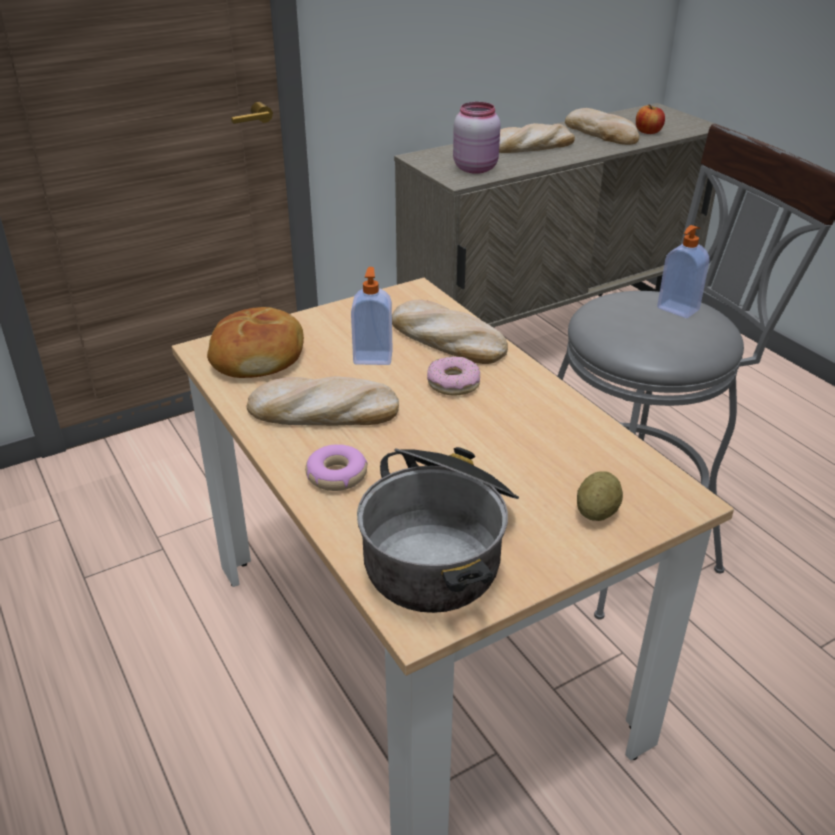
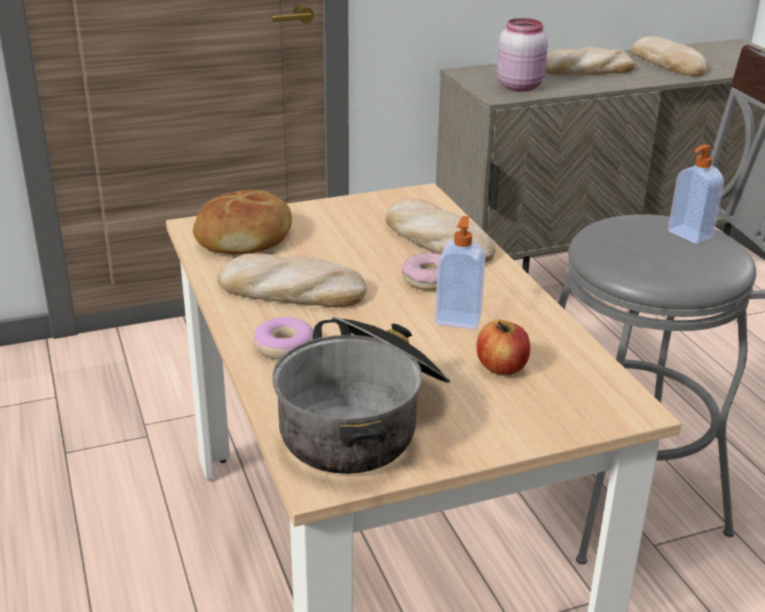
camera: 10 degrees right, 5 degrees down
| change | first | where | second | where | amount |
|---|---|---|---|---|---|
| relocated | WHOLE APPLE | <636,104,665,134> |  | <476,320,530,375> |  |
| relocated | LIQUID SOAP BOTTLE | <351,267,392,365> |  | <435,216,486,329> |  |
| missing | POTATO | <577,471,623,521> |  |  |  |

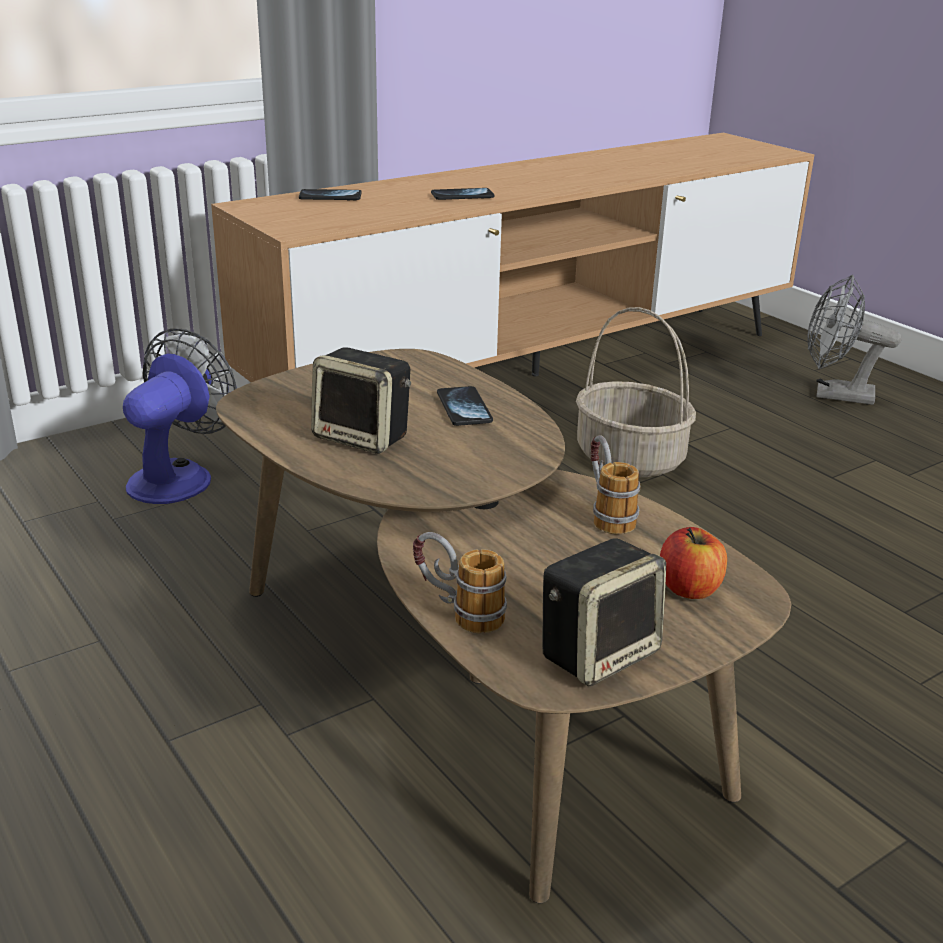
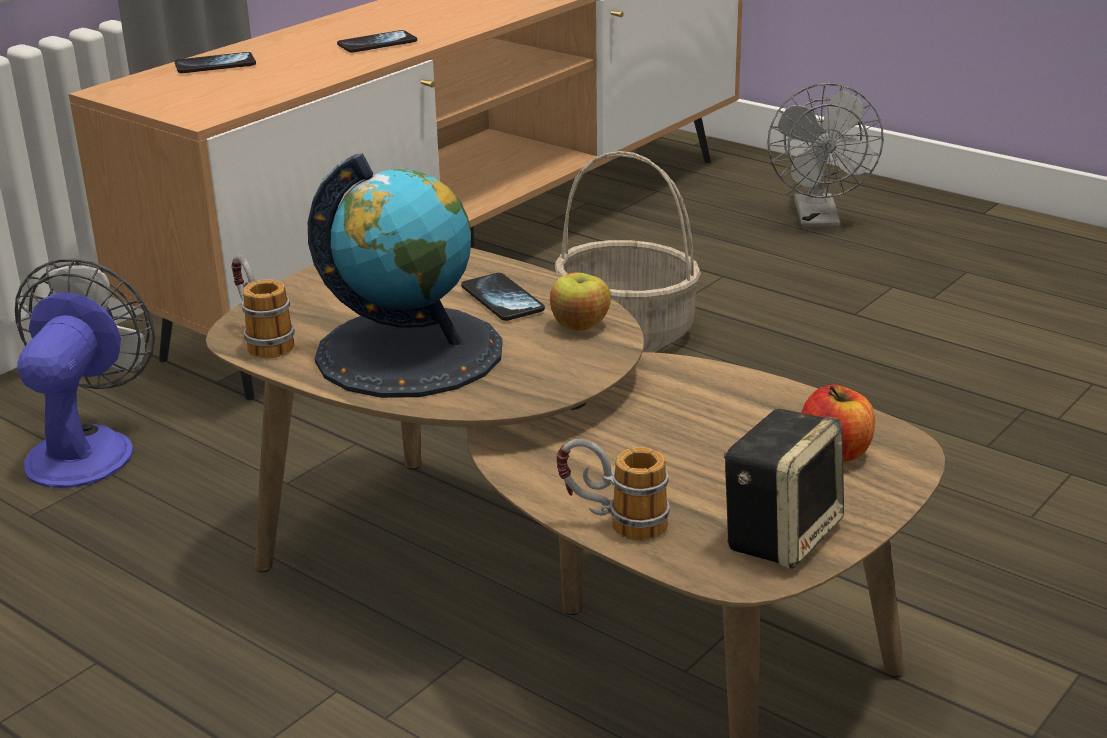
camera: 15 degrees left, 0 degrees up
| change | first | where | second | where | amount |
|---|---|---|---|---|---|
| spun | GRAY COOLING FAN | <807,275,901,405> |  | <767,83,884,227> | 90 degrees counterclockwise |
| exchanged | AUDIO SPEAKER | <311,347,411,454> | WORLD GLOBE | <308,153,502,398> |  |
| relocated | COFFEE MUG | <590,435,641,534> |  | <231,255,295,359> |  |
| appeared |  |  | WHOLE APPLE | <550,272,611,331> |  |

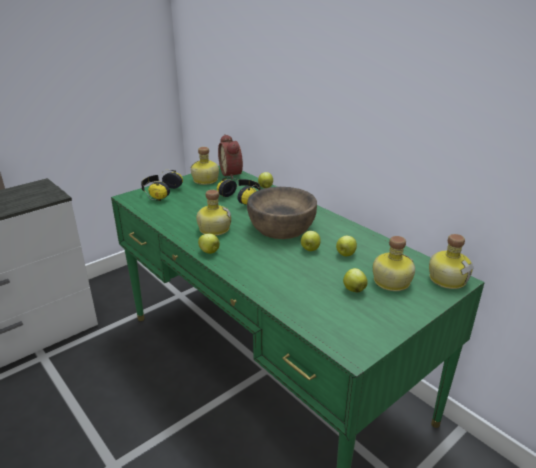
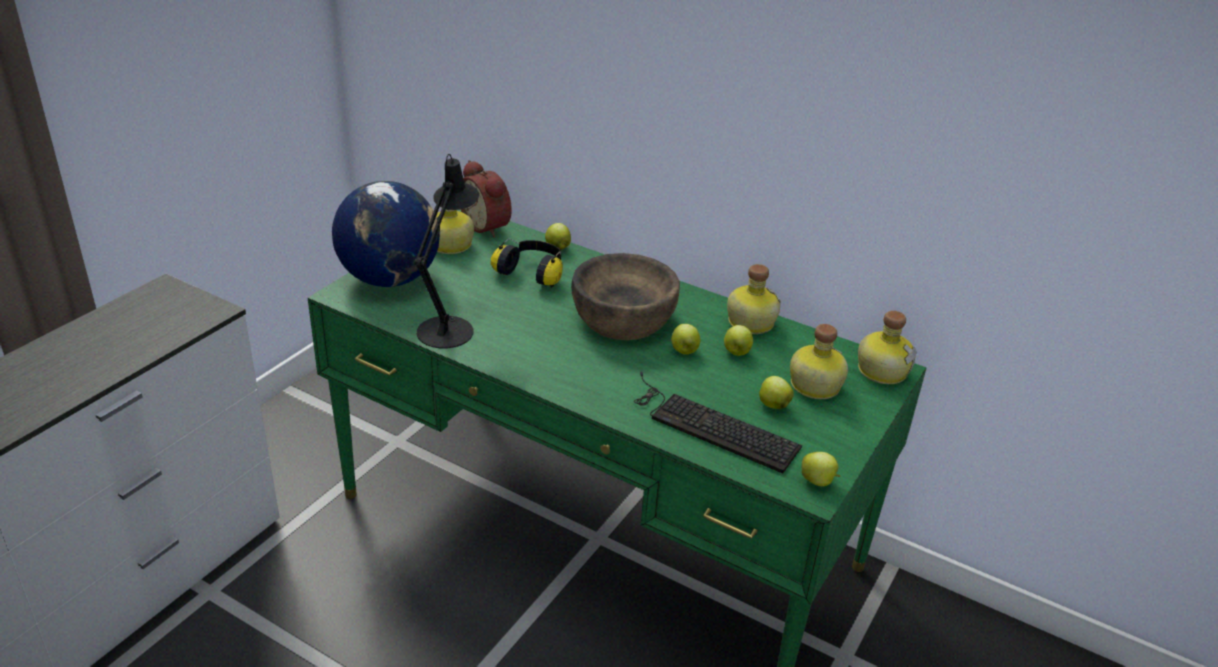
camera: 20 degrees left, 5 degrees up
| change | first | where | second | where | amount |
|---|---|---|---|---|---|
| exchanged | HEADPHONES | <141,169,183,201> | WORLD GLOBE | <332,181,440,287> |  |
| relocated | BEVERAGE BOTTLE | <196,190,231,236> |  | <727,264,781,334> |  |
| relocated | WHOLE APPLE | <198,233,220,254> |  | <801,452,840,486> |  |
| appeared |  |  | BLACK-COLOURED LAMP FOR A TABLE | <414,154,479,348> |  |
| appeared |  |  | COMPUTER KEYBOARD | <634,372,802,474> |  |

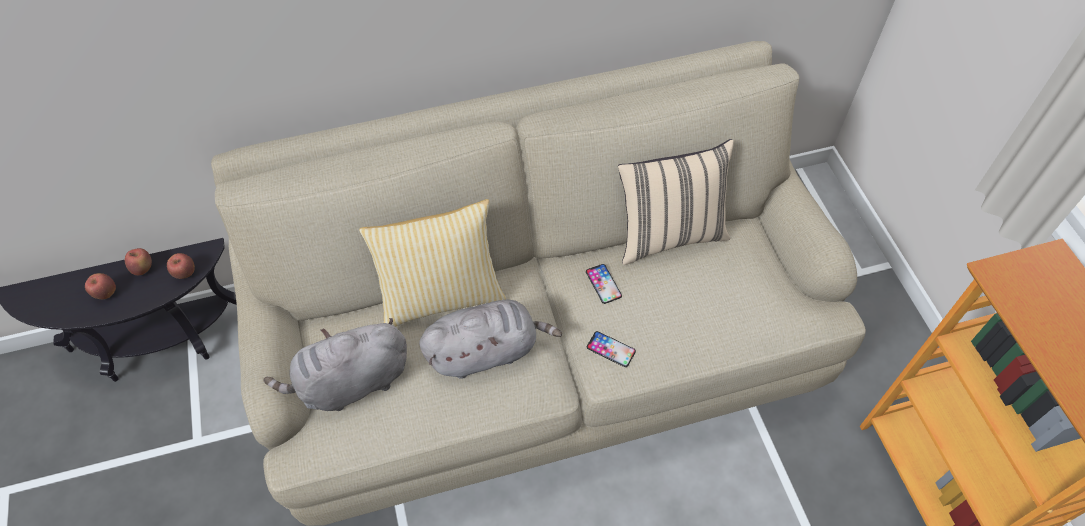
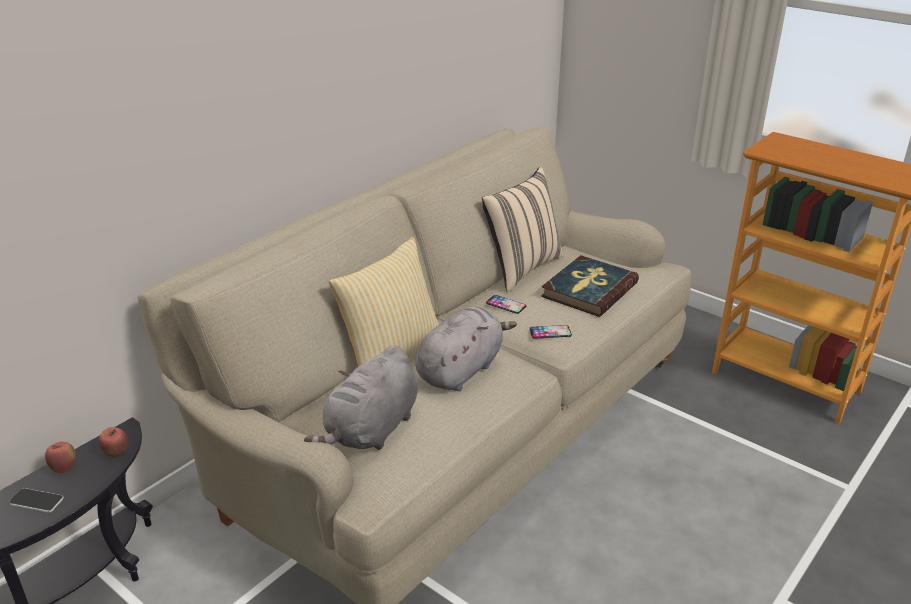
camera: 35 degrees left, 25 degrees down
| change | first | where | second | where | amount |
|---|---|---|---|---|---|
| exchanged | WHOLE APPLE | <85,273,116,299> | HANDSET | <9,488,64,513> |  |
| appeared |  |  | BOUND BOOK | <541,255,639,317> |  |

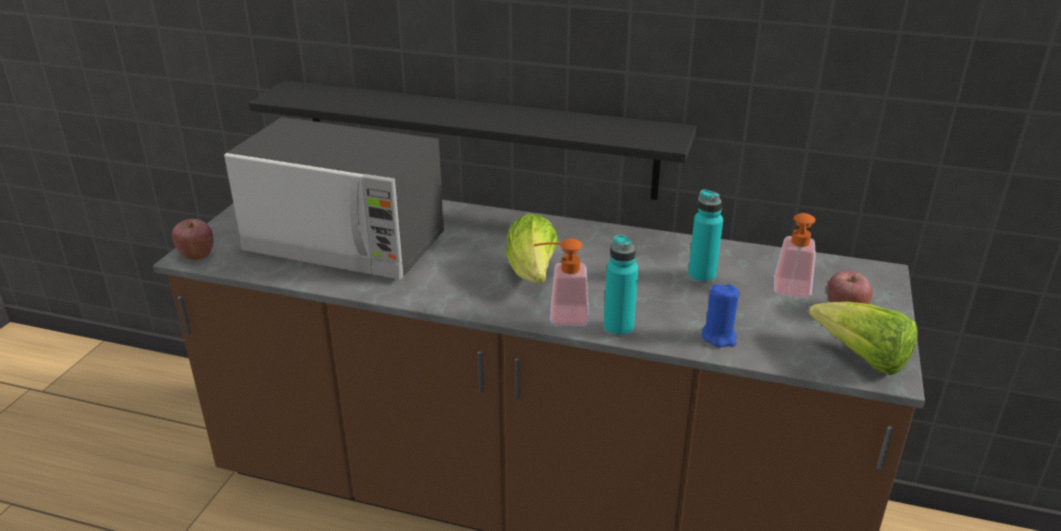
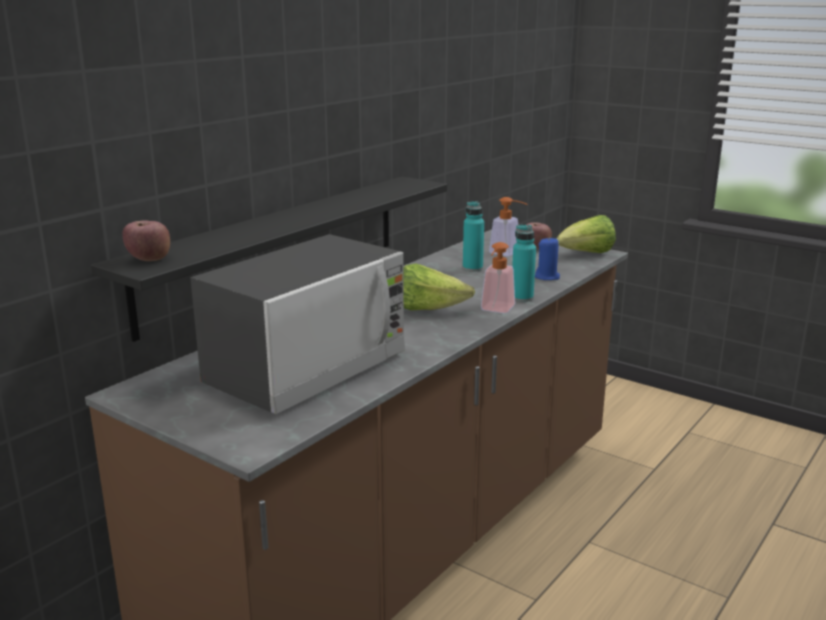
camera: 70 degrees left, 10 degrees down
| change | first | where | second | where | amount |
|---|---|---|---|---|---|
| relocated | WHOLE APPLE | <172,219,214,260> |  | <122,220,170,261> |  |

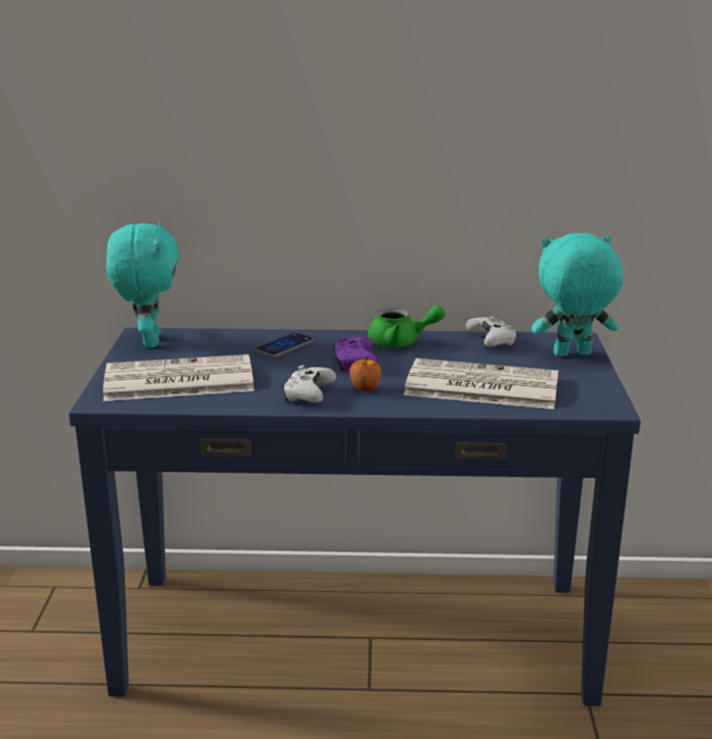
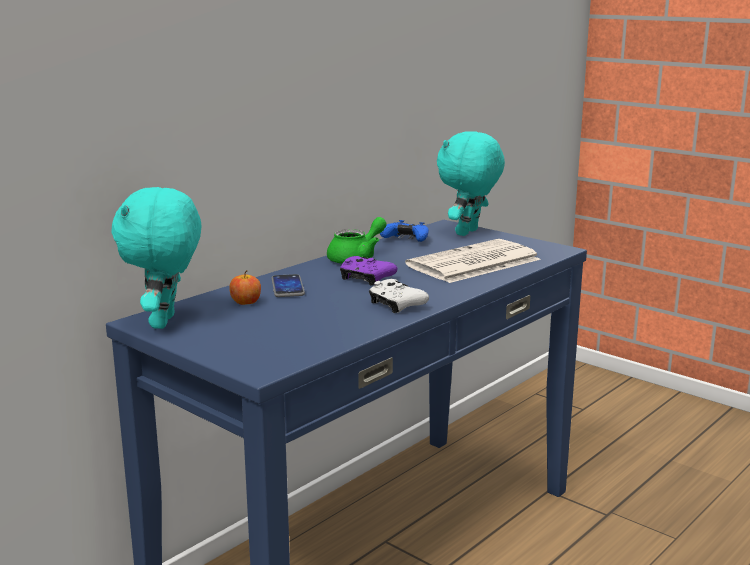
camera: 50 degrees left, 5 degrees down
| change | first | where | second | where | amount |
|---|---|---|---|---|---|
| spun | BLUE-GREEN PLUSH TOY | <106,222,179,348> |  | <112,187,201,329> | 120 degrees counterclockwise |
| colour | WHITE-COLOURED GAME CONTROLLER | <466,316,518,347> | BLUE-COLOURED GAME CONTROLLER | <380,220,429,242> |  |
| missing | DAILY PAPER | <103,354,254,401> |  |  |  |
| relocated | WHOLE APPLE | <350,356,381,391> |  | <229,270,261,305> |  |

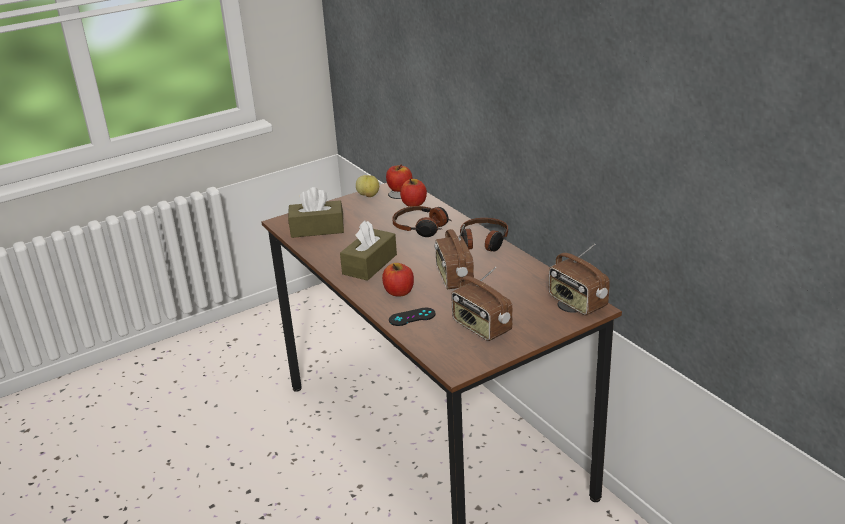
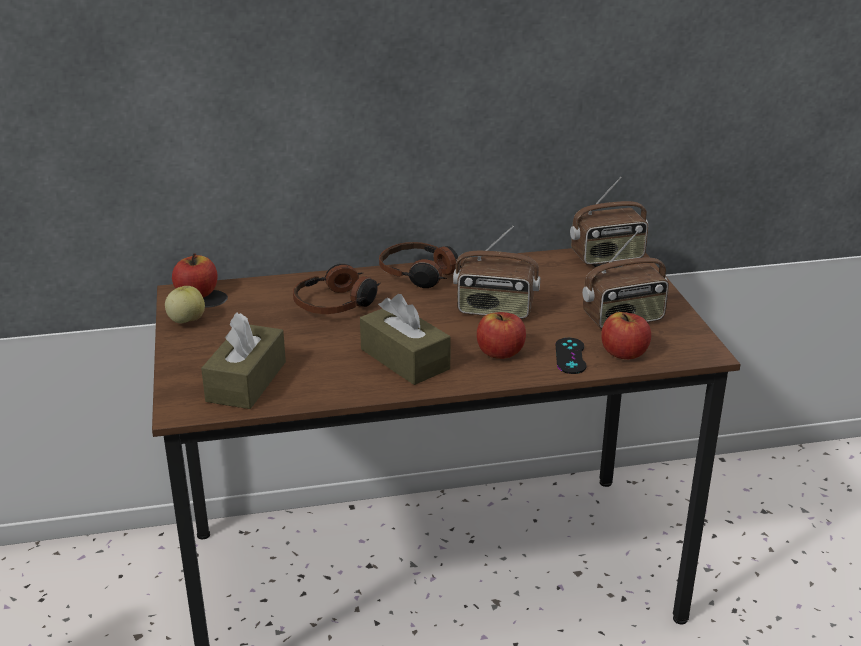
camera: 70 degrees left, 0 degrees up
| change | first | where | second | where | amount |
|---|---|---|---|---|---|
| relocated | WHOLE APPLE | <400,178,427,207> |  | <601,312,651,359> |  |

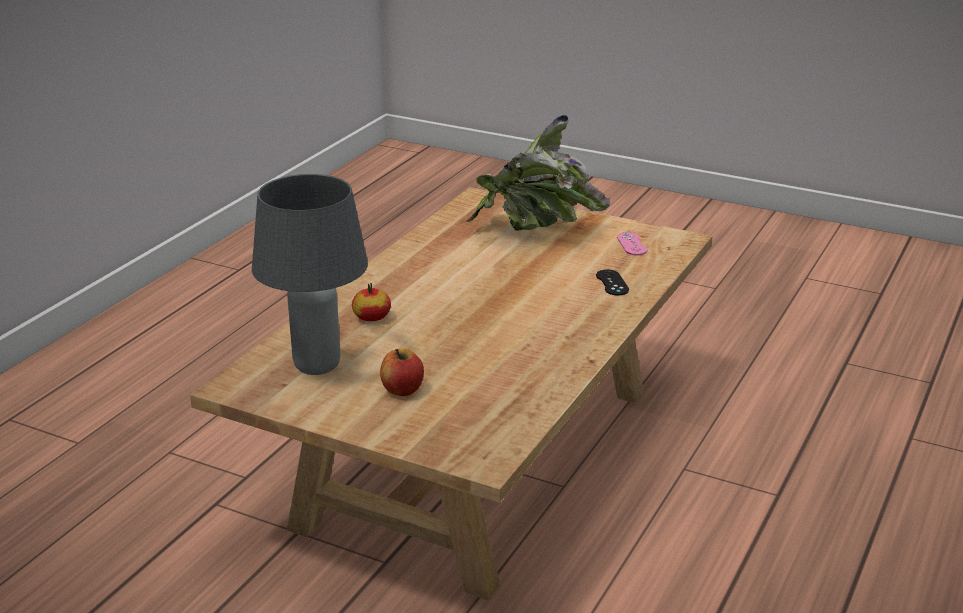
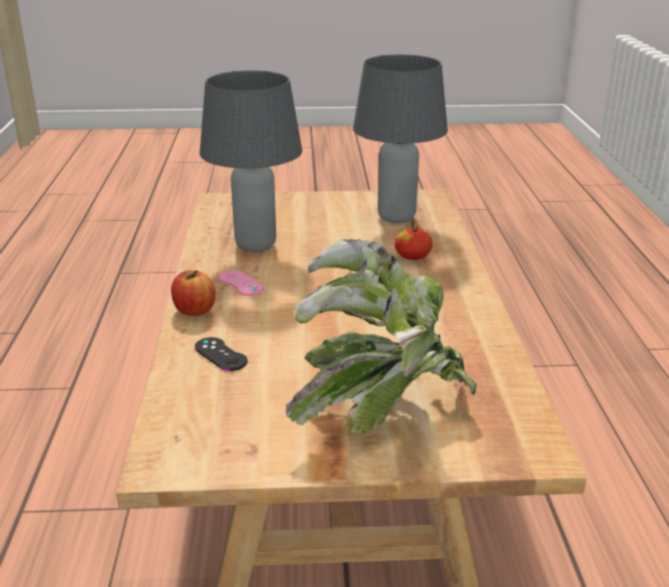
camera: 150 degrees right, 0 degrees up
| change | first | where | second | where | amount |
|---|---|---|---|---|---|
| relocated | PINK-COLOURED GAME CONTROLLER | <617,232,647,255> |  | <219,270,264,296> |  |
| relocated | WHOLE APPLE | <380,348,424,396> |  | <171,270,216,316> |  |
| appeared |  |  | GRAY LAMP FOR A TABLE | <199,70,302,252> |  |

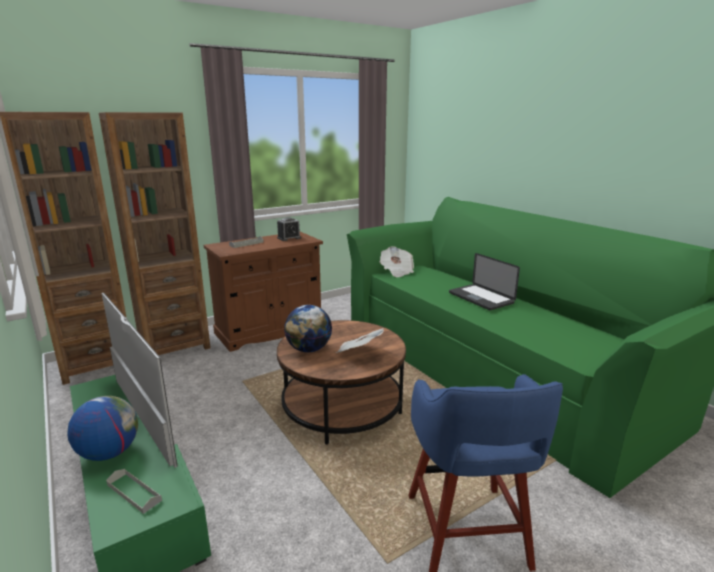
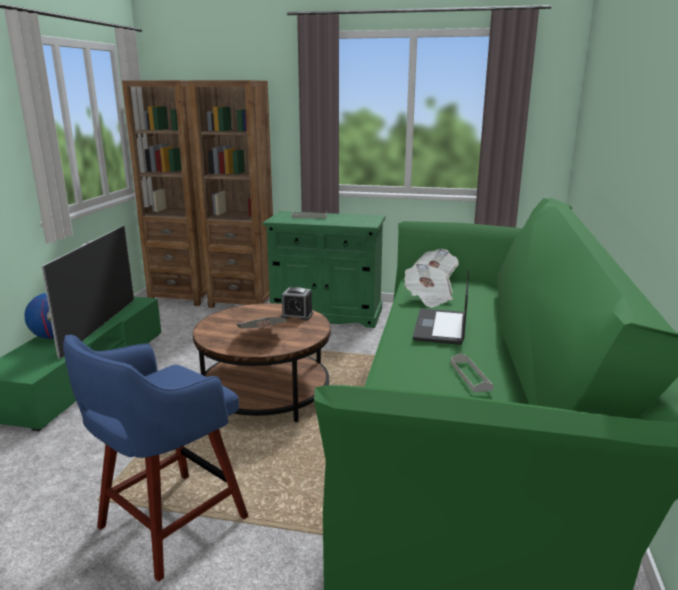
camera: 45 degrees right, 0 degrees up
| change | first | where | second | where | amount |
|---|---|---|---|---|---|
| relocated | ALARM CLOCK | <277,218,301,241> |  | <281,287,313,321> |  |
| colour | BROWN-COLOURED CABINET | <203,232,323,352> | GREEN CABINET | <263,211,385,328> |  |
| missing | WORLD GLOBE | <284,305,332,352> |  |  |  |
| relocated | GRAY TRAY | <106,469,162,514> |  | <451,353,494,392> |  |
| appeared |  |  | DAILY PAPER | <405,263,453,307> |  |

